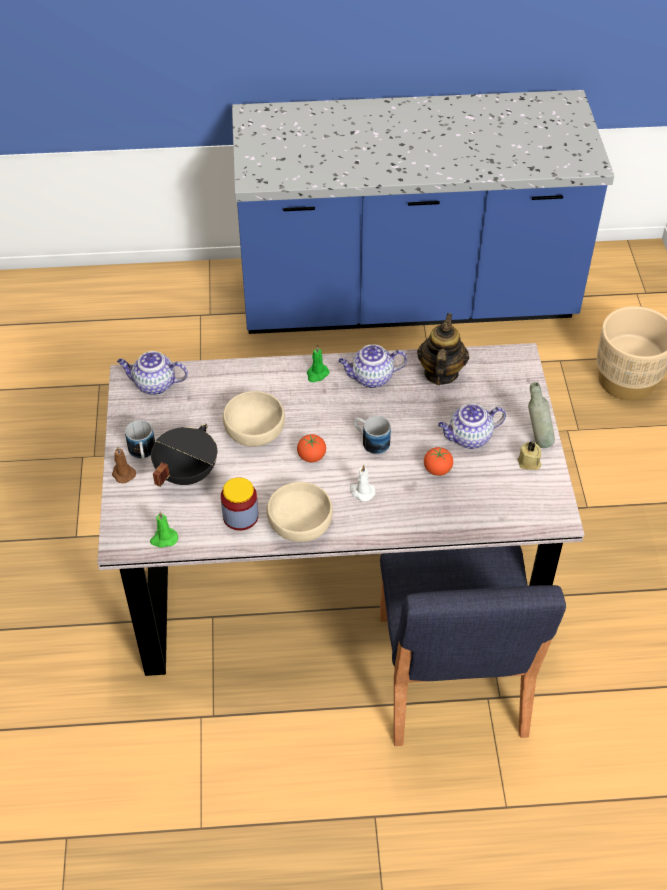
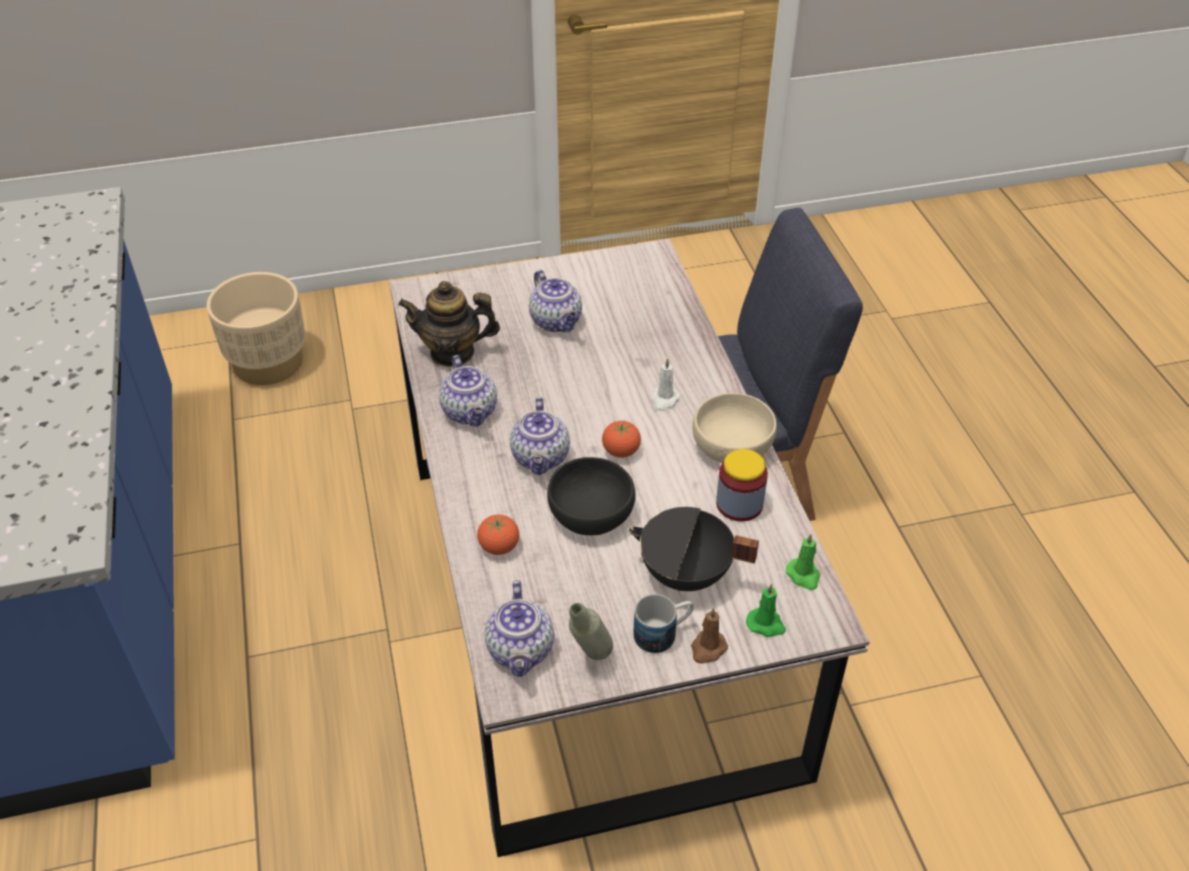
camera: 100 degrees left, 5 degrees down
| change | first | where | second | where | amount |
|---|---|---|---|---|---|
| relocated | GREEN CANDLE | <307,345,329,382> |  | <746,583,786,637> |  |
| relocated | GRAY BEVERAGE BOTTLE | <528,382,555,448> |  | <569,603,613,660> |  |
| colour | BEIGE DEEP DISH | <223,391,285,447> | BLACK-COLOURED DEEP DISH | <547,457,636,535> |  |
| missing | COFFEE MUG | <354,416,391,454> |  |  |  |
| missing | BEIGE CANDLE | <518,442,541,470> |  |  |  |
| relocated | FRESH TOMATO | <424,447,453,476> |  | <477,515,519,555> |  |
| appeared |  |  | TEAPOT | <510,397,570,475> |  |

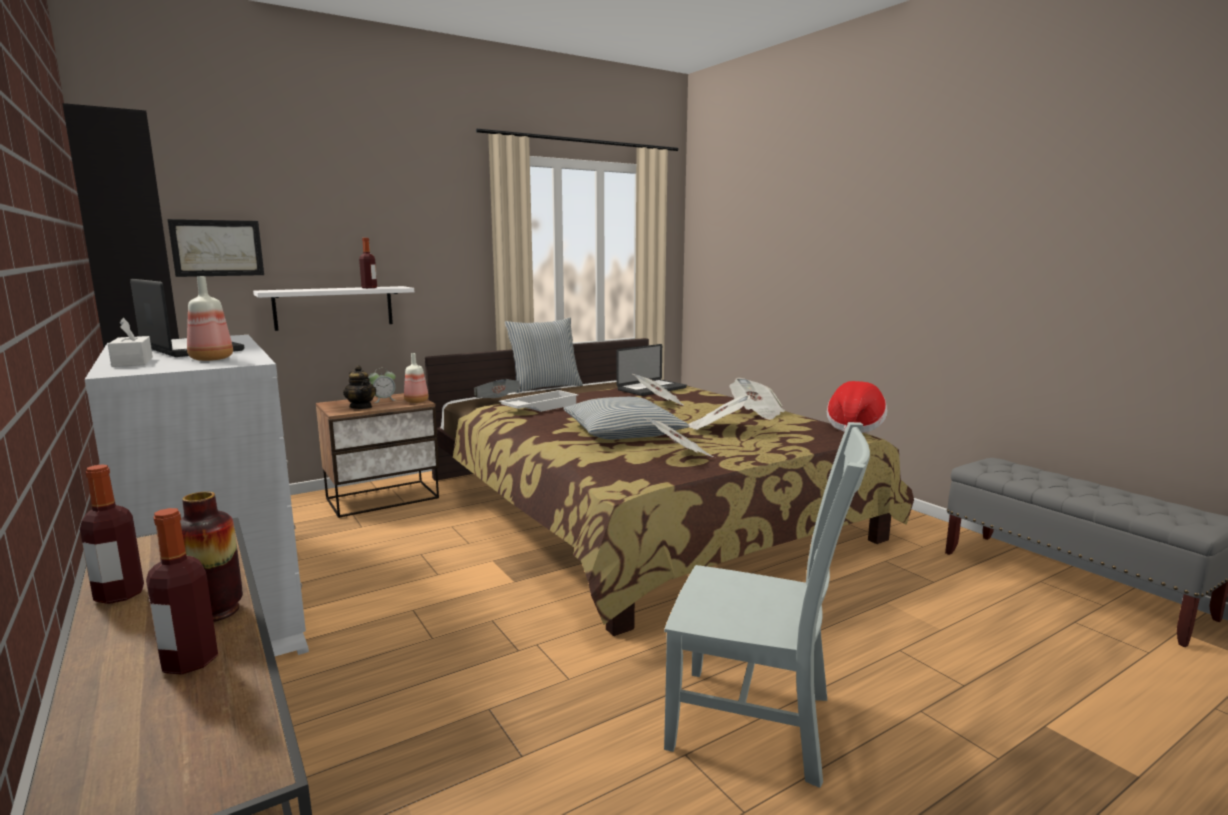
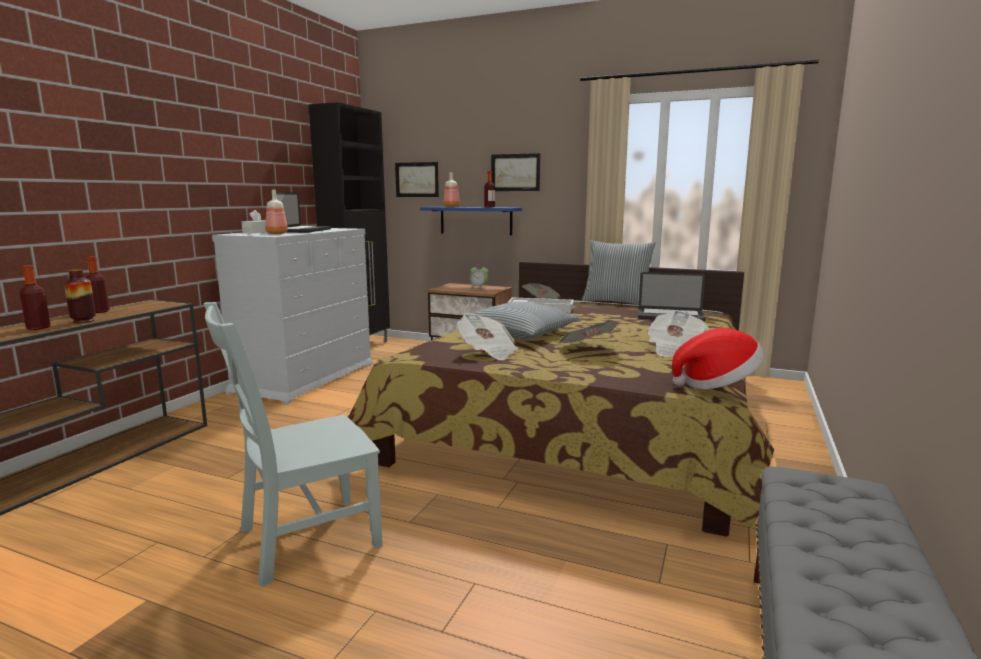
camera: 55 degrees right, 0 degrees up
| change | first | where | second | where | amount |
|---|---|---|---|---|---|
| colour | WHITE-COLOURED WALL SHELF | <253,286,414,331> | BLUE-COLOURED WALL SHELF | <420,207,522,235> |  |
| relocated | BEVERAGE BOTTLE | <404,353,429,403> |  | <443,172,460,207> |  |
| missing | TEAPOT | <343,365,376,409> |  |  |  |
| missing | DAILY PAPER | <633,374,683,405> |  |  |  |
| spun | GRAY UPRIGHT CHAIR | <664,422,870,788> |  | <204,302,383,587> | 75 degrees clockwise |
| appeared |  |  | PICTURE | <491,153,540,191> |  |

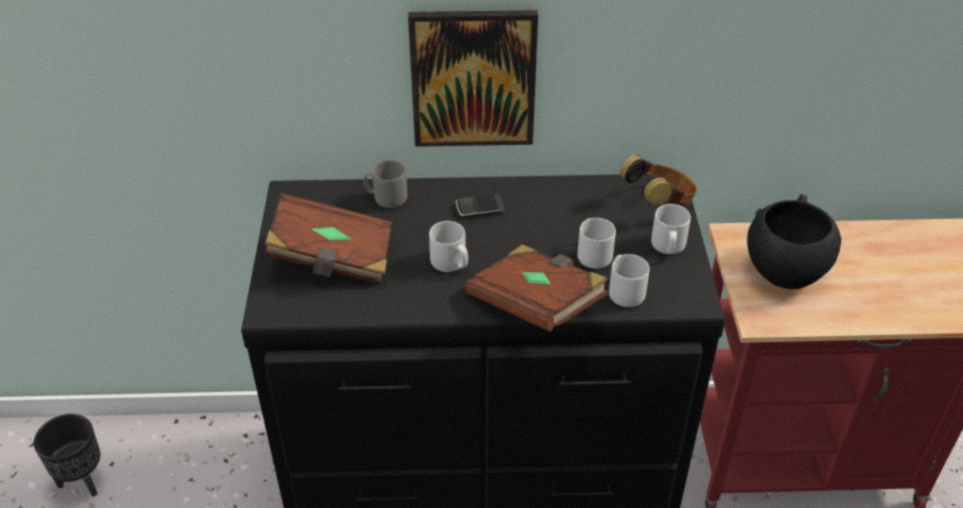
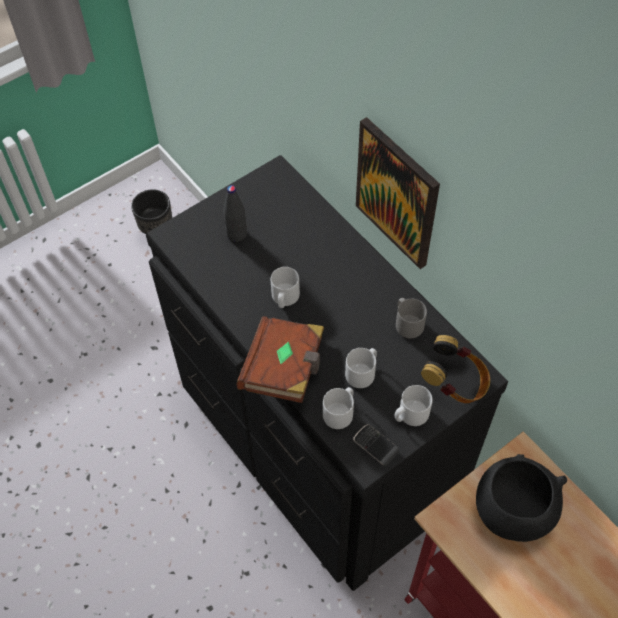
camera: 55 degrees right, 15 degrees up
| change | first | where | second | where | amount |
|---|---|---|---|---|---|
| relocated | GRAY COFFEE MUG | <364,160,407,208> |  | <396,298,427,338> |  |
| exchanged | BROWN-COLOURED BOUND BOOK | <264,193,392,285> | BLACK-COLOURED BEVERAGE BOTTLE | <223,185,247,242> |  |
| relocated | HANDSET | <456,194,505,218> |  | <353,424,399,466> |  |

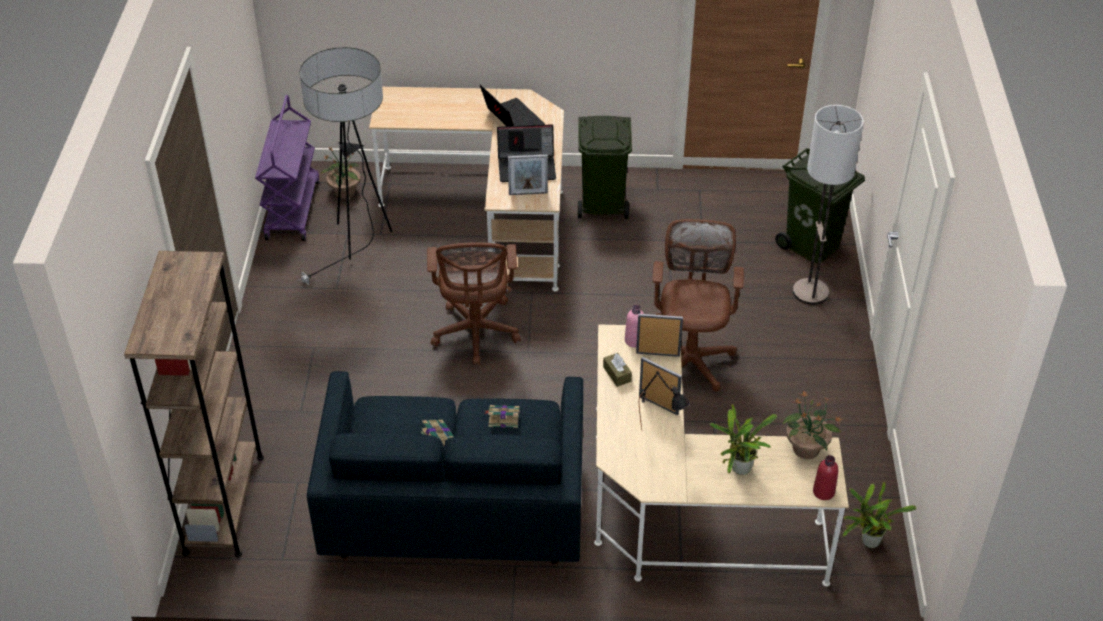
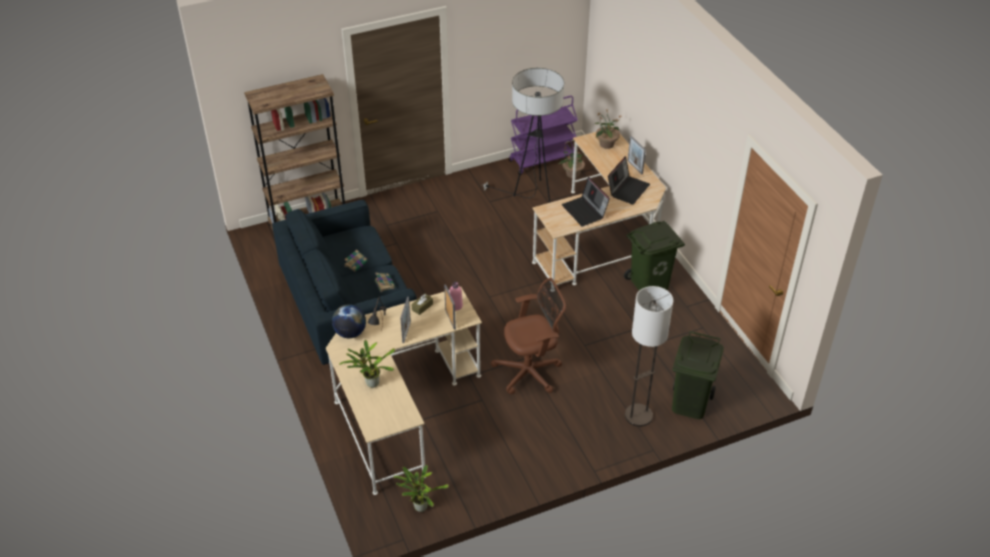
camera: 65 degrees right, 0 degrees up
| change | first | where | second | where | amount |
|---|---|---|---|---|---|
| relocated | PICTURE FRAME | <508,155,548,195> |  | <628,136,646,174> |  |
| missing | BROWN-COLOURED OFFICE CHAIR | <427,242,521,365> |  |  |  |
| relocated | PLANT IN A POT | <782,390,842,459> |  | <594,109,621,149> |  |
| missing | RED-COLOURED BEVERAGE BOTTLE | <813,455,838,500> |  |  |  |
| appeared |  |  | WORLD GLOBE | <332,305,366,338> |  |

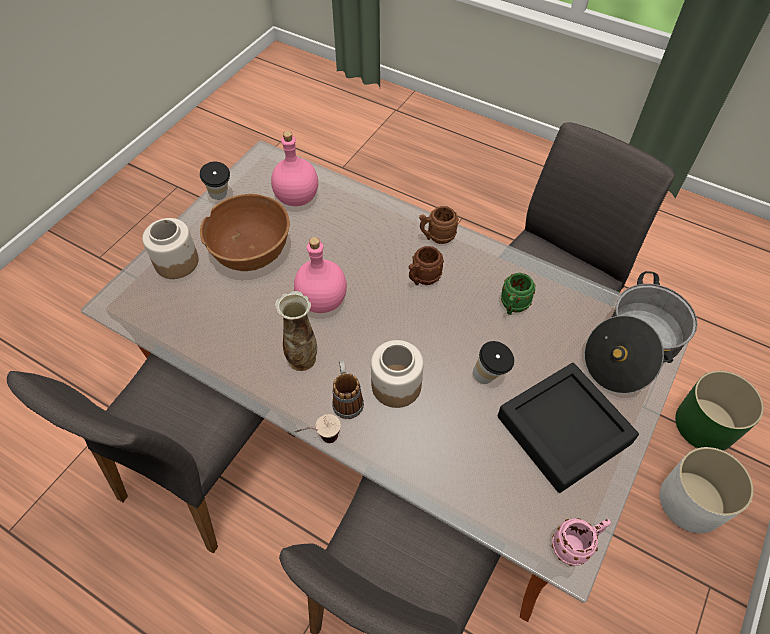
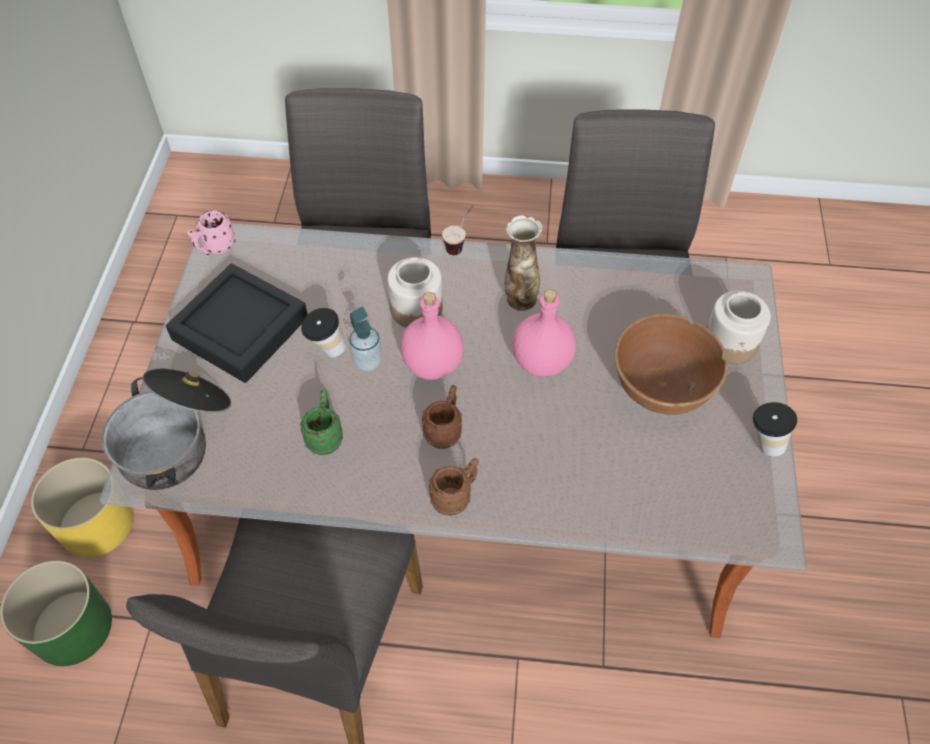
camera: 155 degrees right, 0 degrees up
| change | first | where | second | where | amount |
|---|---|---|---|---|---|
| relocated | PINK-COLOURED BEVERAGE BOTTLE | <271,131,318,206> |  | <400,292,464,380> |  |
| missing | COFFEE MUG | <332,360,364,419> |  |  |  |
| colour | WHITE-COLOURED PLANTER | <660,447,754,533> | YELLOW PLANTER | <31,458,133,558> |  |
| appeared |  |  | LIQUID SOAP BOTTLE | <349,307,383,371> |  |

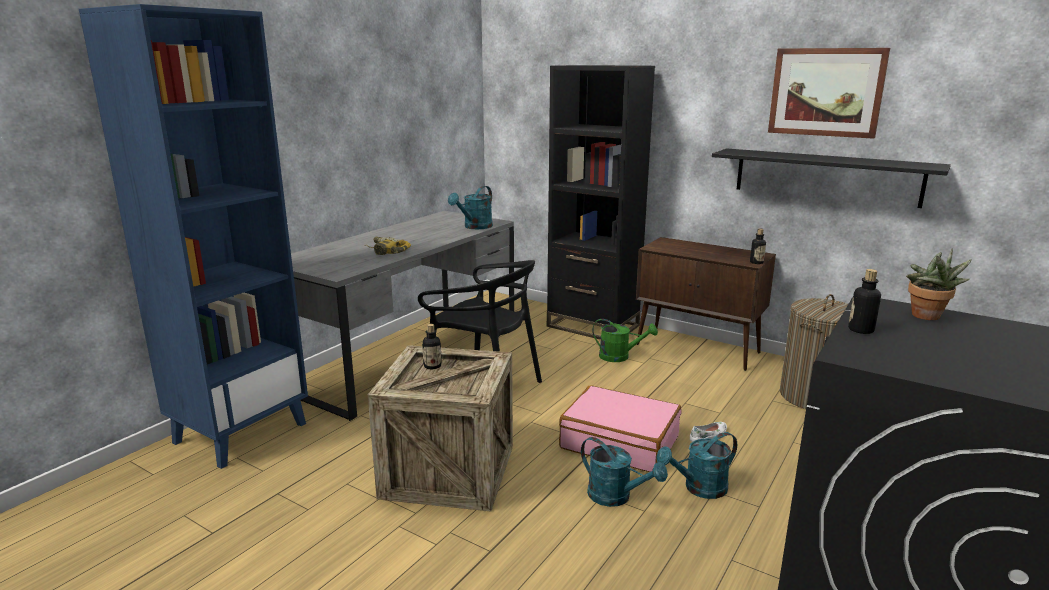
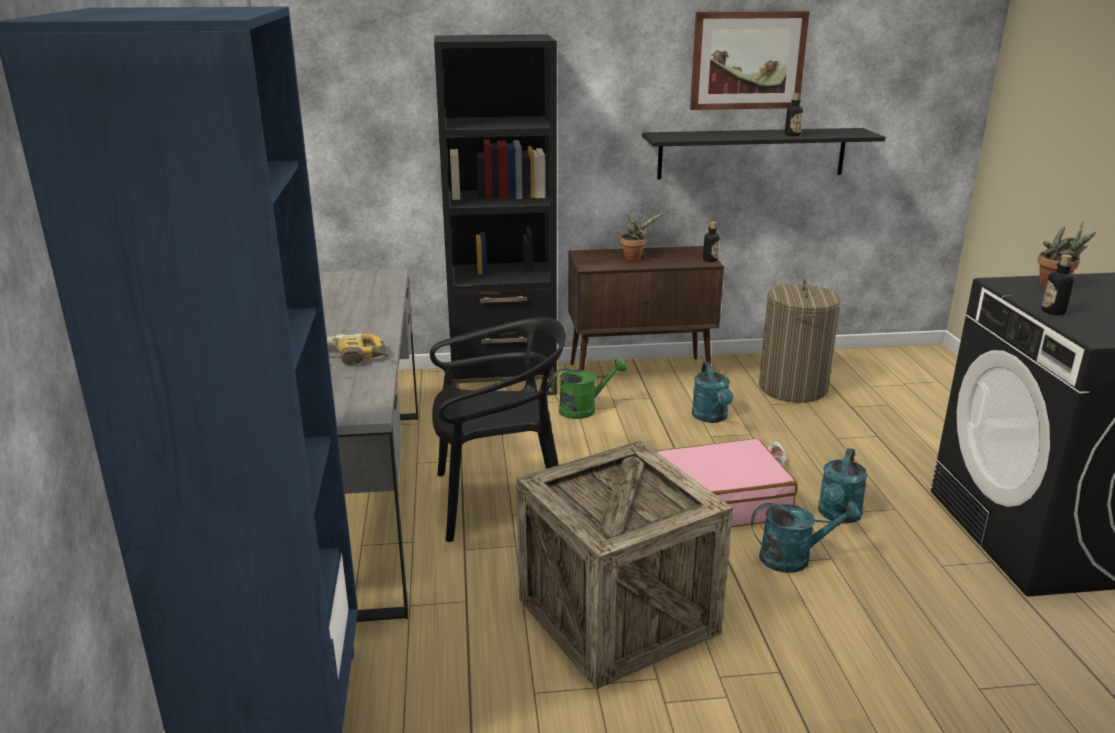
camera: 40 degrees left, 5 degrees up
| change | first | where | second | where | amount |
|---|---|---|---|---|---|
| relocated | BLUE-GREEN WATERING POT | <448,186,493,229> |  | <692,362,733,423> |  |
| relocated | BEVERAGE BOTTLE | <422,324,442,369> |  | <785,93,803,136> |  |
| appeared |  |  | PLANT IN A POT | <620,210,665,261> |  |

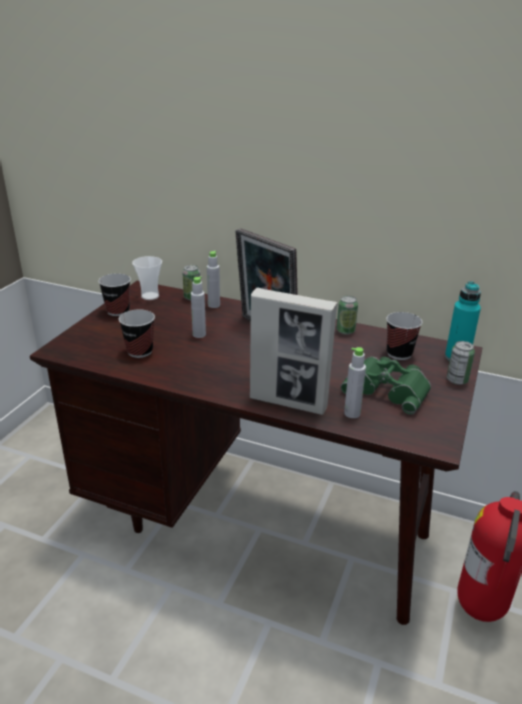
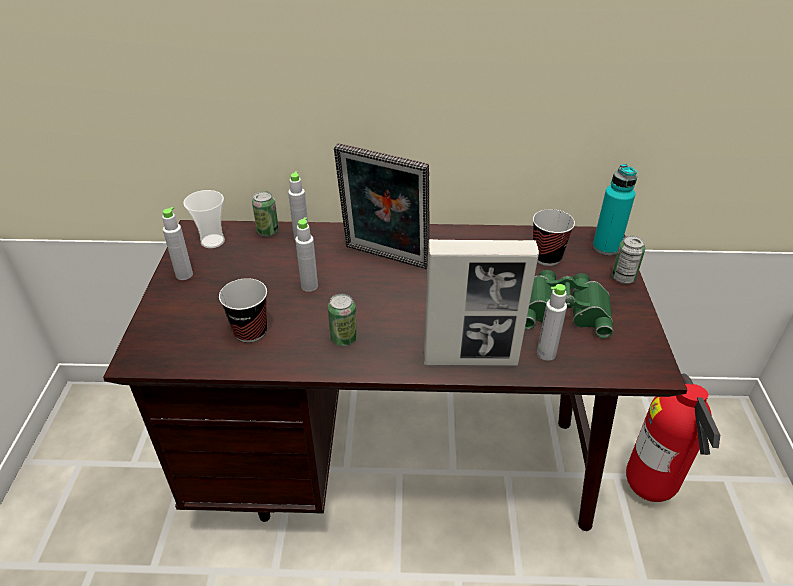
camera: 20 degrees left, 10 degrees up
| change | first | where | second | where | amount |
|---|---|---|---|---|---|
| exchanged | CUP | <98,273,131,316> | GRAY BEVERAGE BOTTLE | <162,207,193,280> |  |
| relocated | SEALED CAN | <337,296,358,335> |  | <328,294,357,346> |  |

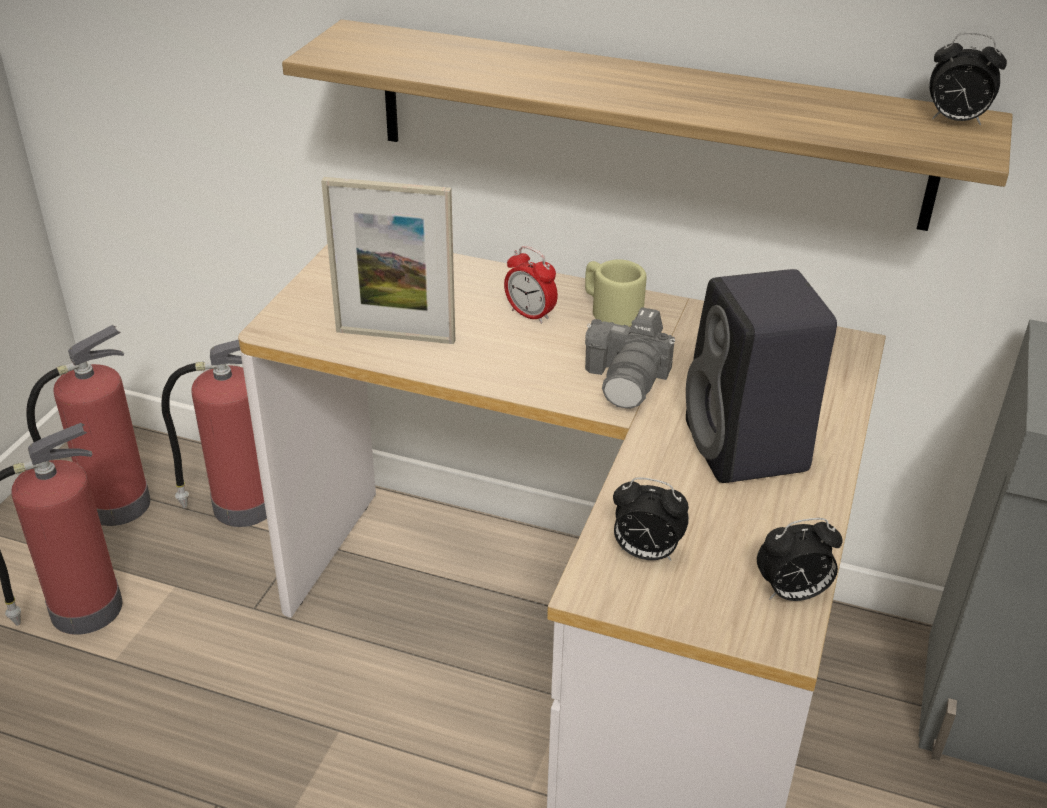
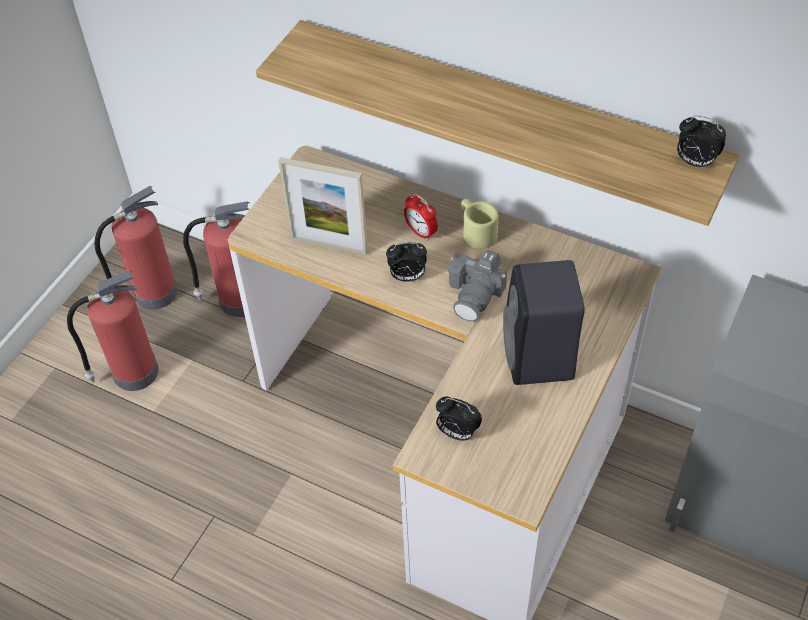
camera: 10 degrees right, 15 degrees up
| change | first | where | second | where | amount |
|---|---|---|---|---|---|
| relocated | ALARM CLOCK | <757,518,842,601> |  | <386,242,427,282> |  |

